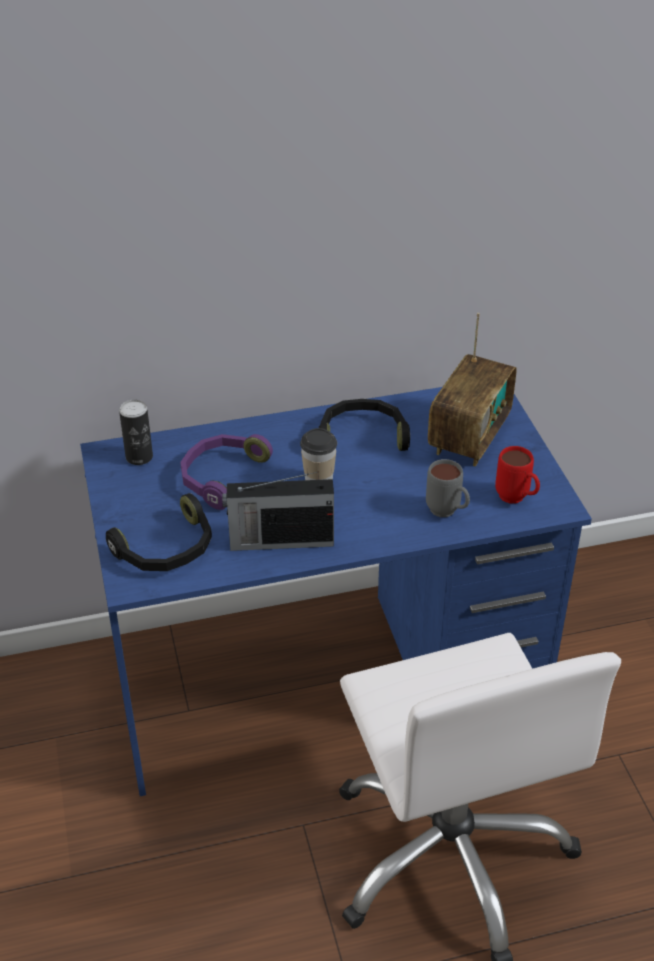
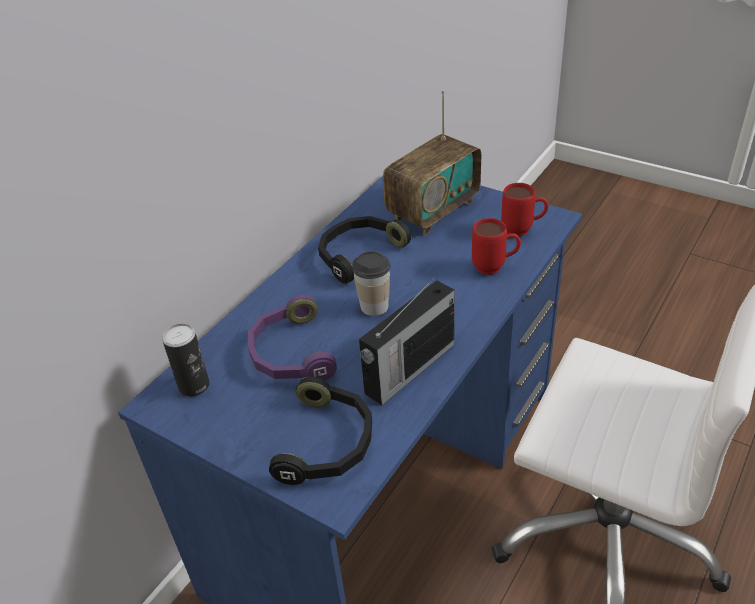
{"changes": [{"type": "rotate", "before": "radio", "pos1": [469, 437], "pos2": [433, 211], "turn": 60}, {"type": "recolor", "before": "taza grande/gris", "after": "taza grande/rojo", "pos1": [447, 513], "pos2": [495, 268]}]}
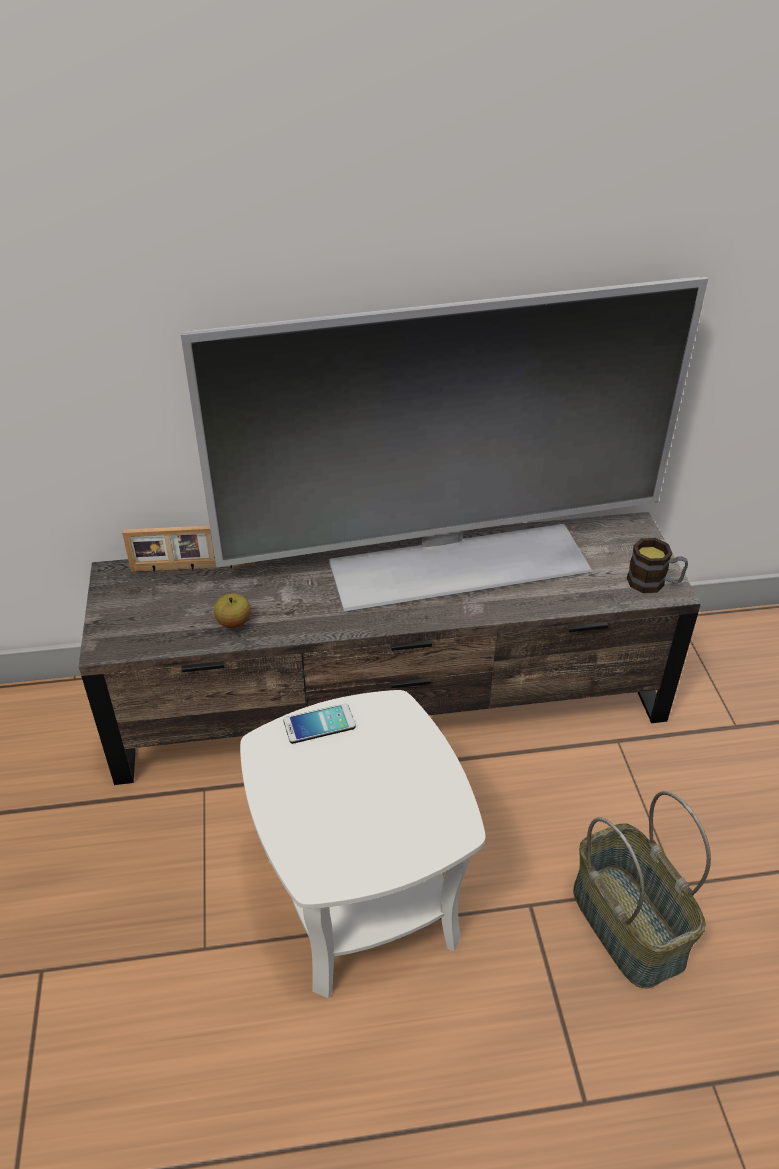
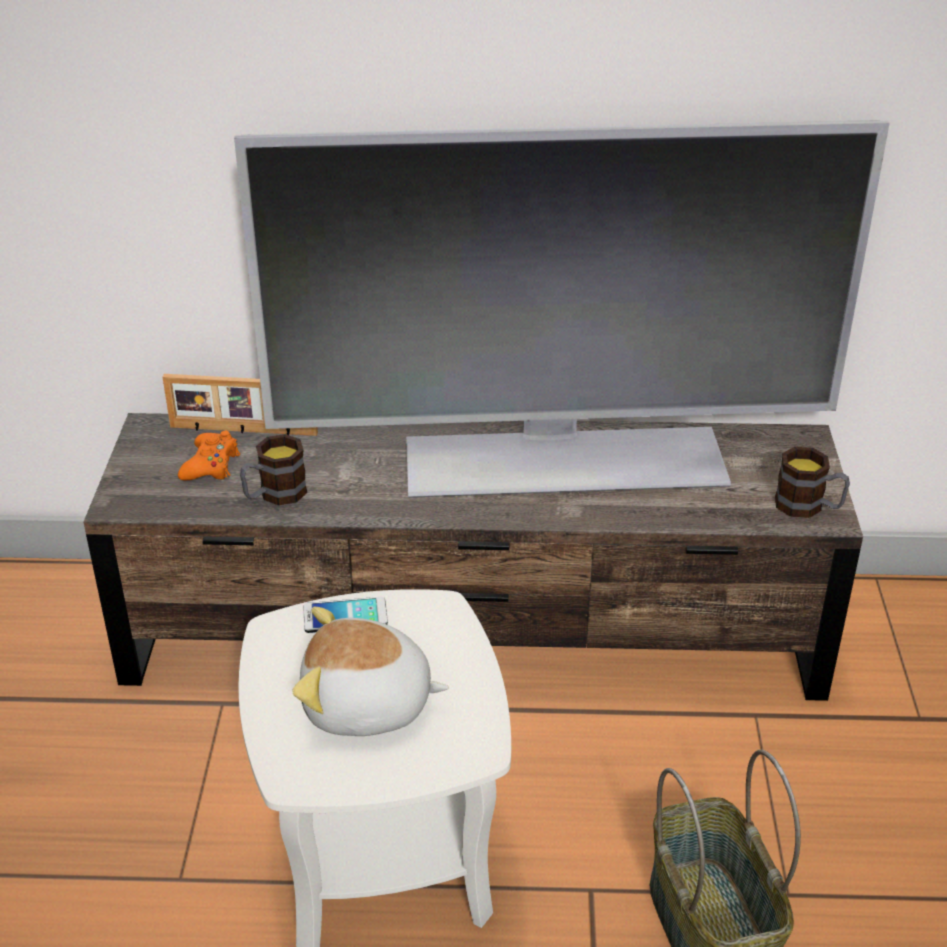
{"changes": [{"type": "insert", "after": "mando de consola/naranja", "pos2": [211, 465]}, {"type": "replace", "before": "manzana", "after": "taza grande", "pos1": [234, 622], "pos2": [274, 494]}, {"type": "insert", "after": "peluche", "pos2": [367, 706]}]}
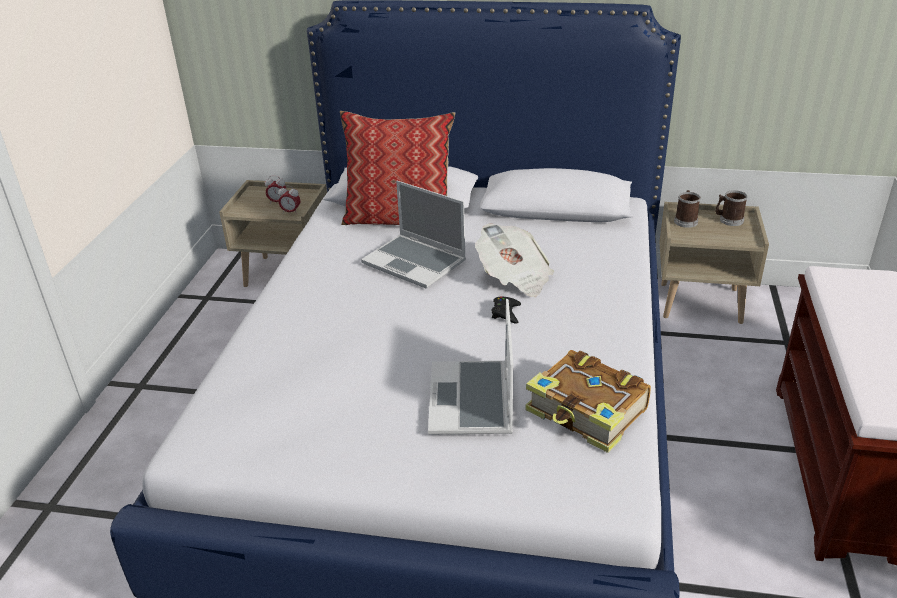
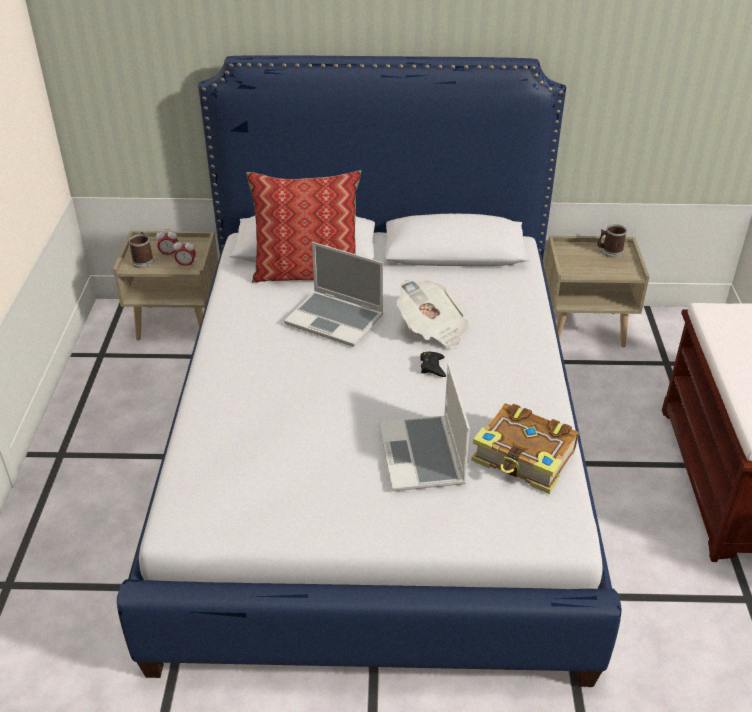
{"changes": [{"type": "move", "before": "taza grande", "pos1": [685, 220], "pos2": [143, 260]}]}
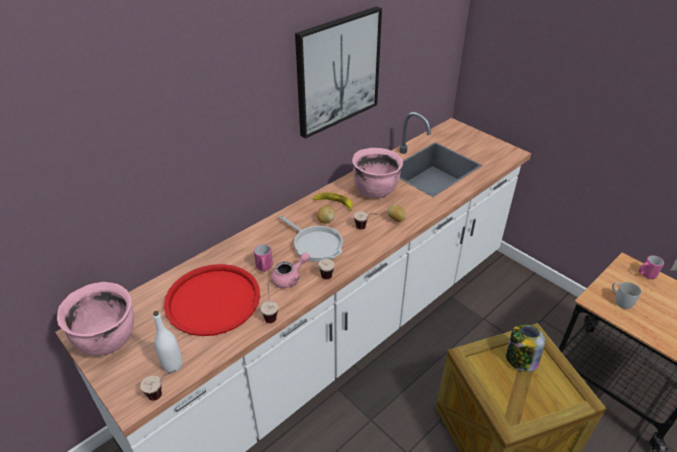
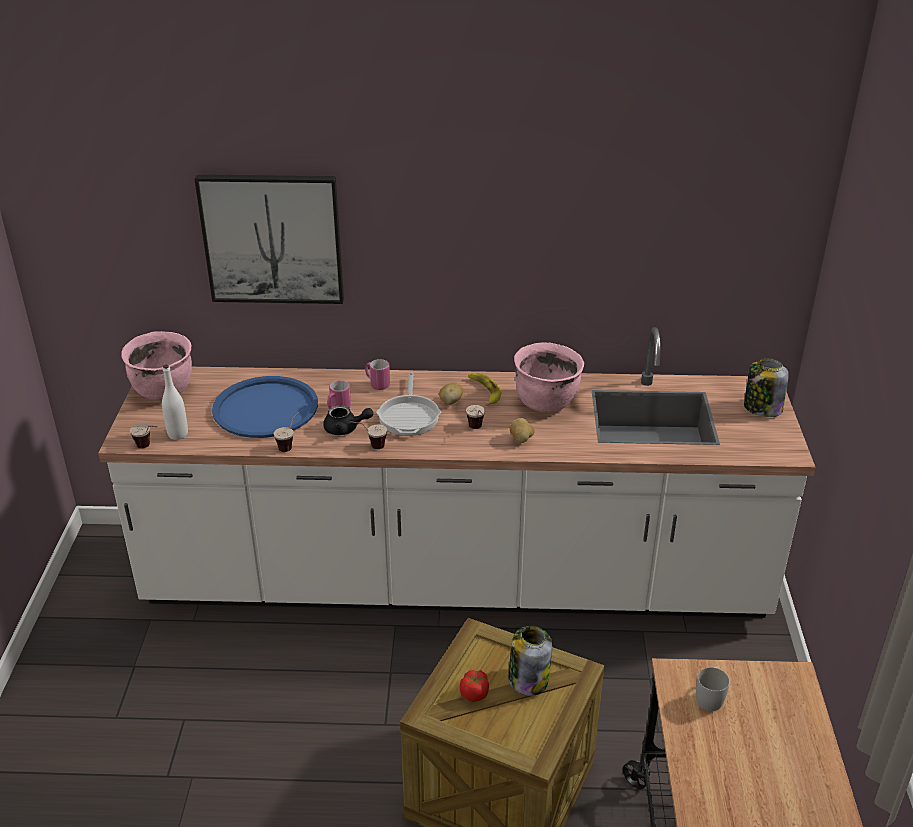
{"changes": [{"type": "move", "before": "cuadro", "pos1": [337, 71], "pos2": [272, 238]}, {"type": "recolor", "before": "bandeja/rojo", "after": "bandeja/azul", "pos1": [213, 300], "pos2": [265, 408]}, {"type": "recolor", "before": "tetera/rosa", "after": "tetera/negro", "pos1": [290, 278], "pos2": [346, 429]}, {"type": "move", "before": "taza grande/rosa", "pos1": [645, 274], "pos2": [377, 384]}, {"type": "insert", "after": "tomate", "pos2": [474, 693]}, {"type": "insert", "after": "tarro", "pos2": [762, 408]}]}
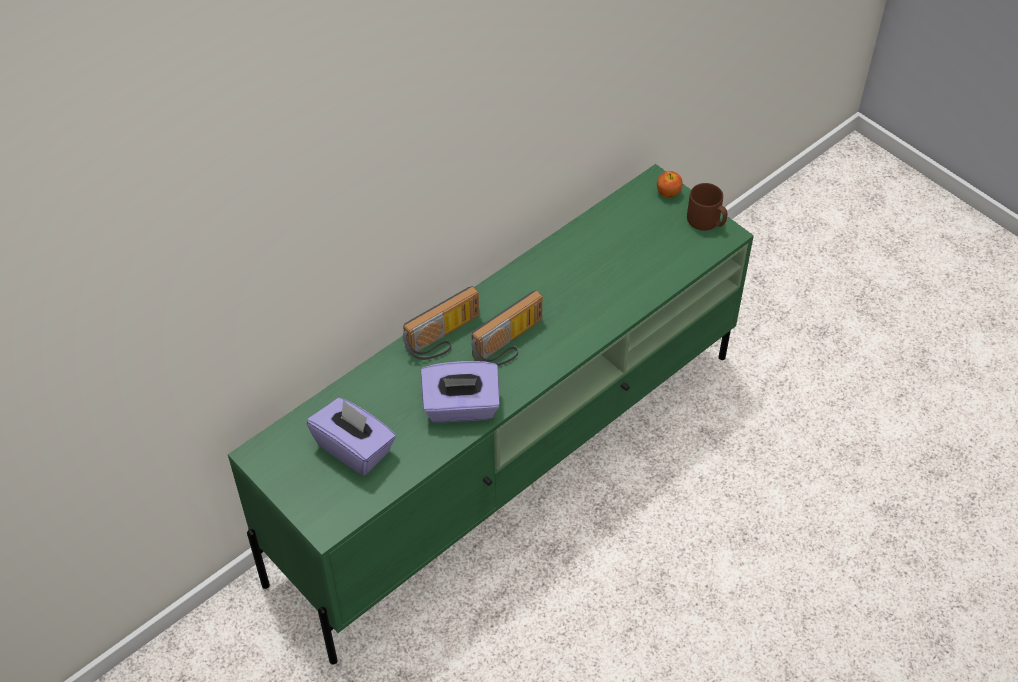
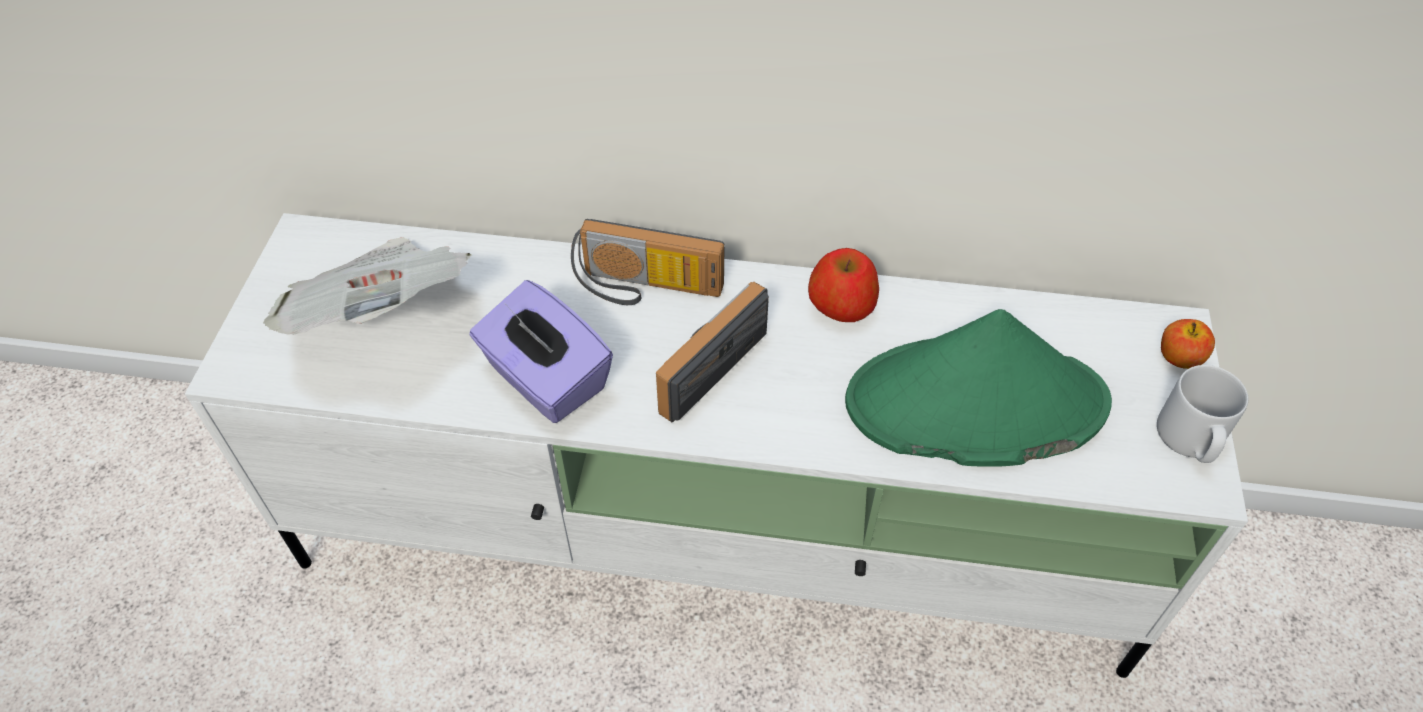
{"changes": [{"type": "recolor", "before": "mueble de televisión/verde", "after": "mueble de televisión/blanco", "pos1": [510, 463], "pos2": [717, 545]}, {"type": "replace", "before": "caja de pañuelos/morado", "after": "periódico", "pos1": [354, 448], "pos2": [383, 317]}, {"type": "rotate", "before": "radio", "pos1": [510, 344], "pos2": [705, 361], "turn": 120}, {"type": "insert", "after": "manzana", "pos2": [841, 305]}, {"type": "insert", "after": "sombrero/verde", "pos2": [974, 404]}, {"type": "recolor", "before": "taza grande/marrón", "after": "taza grande/gris", "pos1": [706, 221], "pos2": [1190, 440]}]}
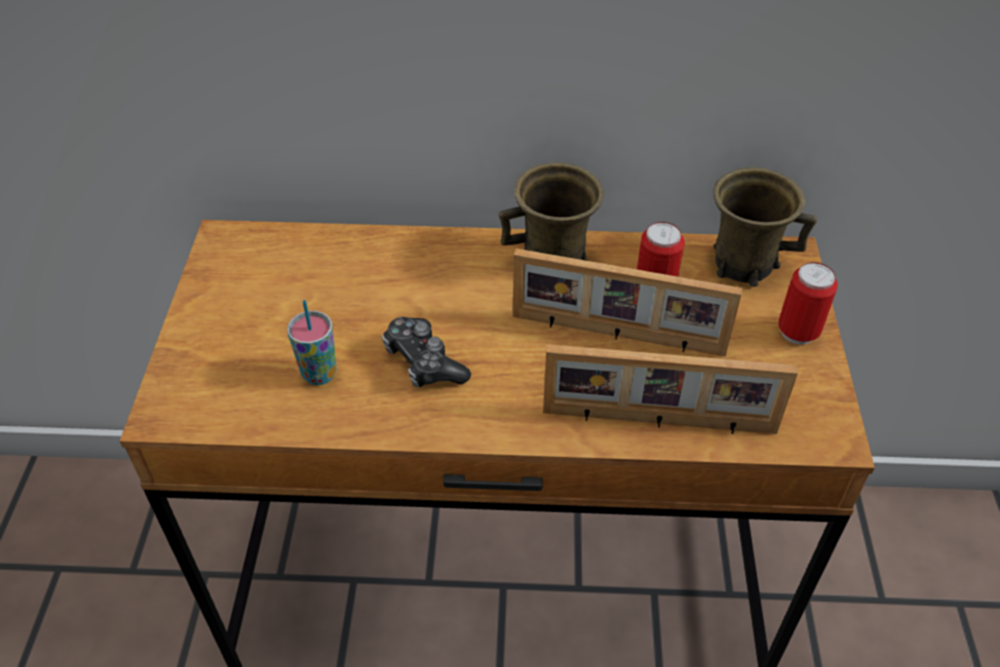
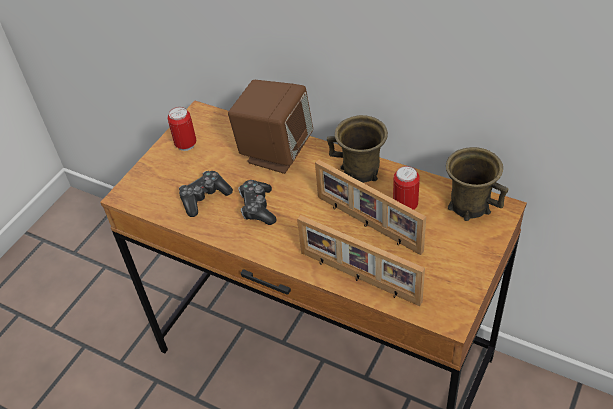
{"changes": [{"type": "move", "before": "lata", "pos1": [797, 332], "pos2": [186, 145]}, {"type": "replace", "before": "taza", "after": "mando de consola", "pos1": [319, 374], "pos2": [204, 198]}, {"type": "insert", "after": "altavoz/marrón", "pos2": [275, 152]}]}
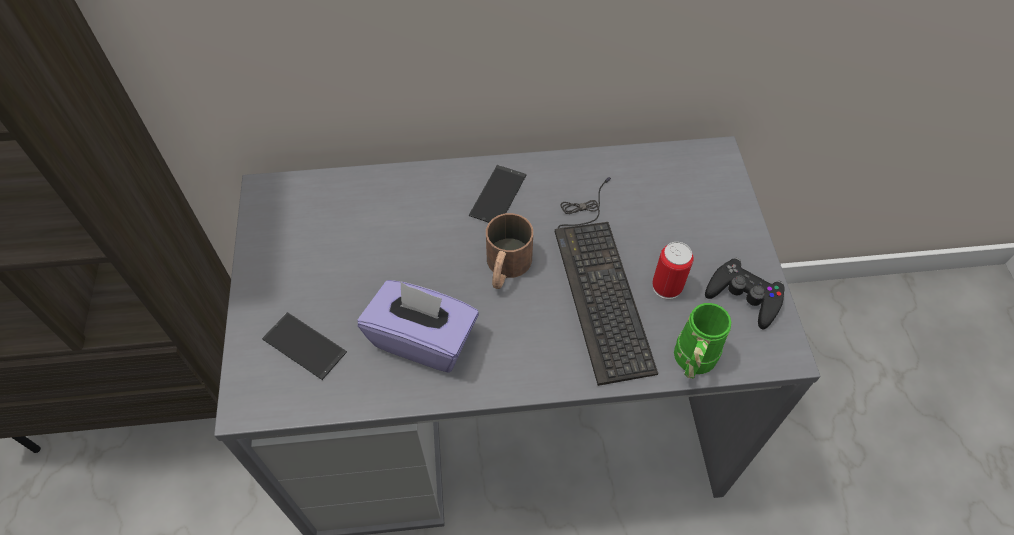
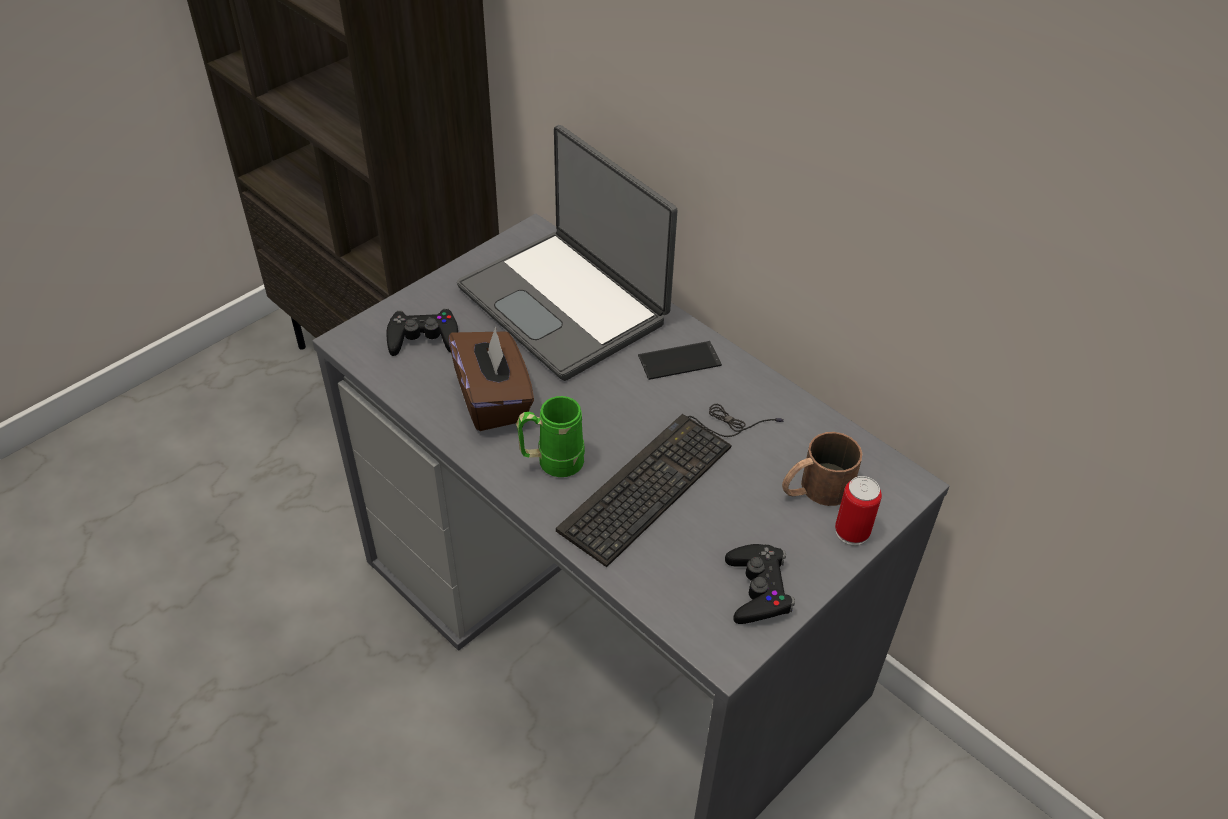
{"changes": [{"type": "replace", "before": "móvil", "after": "mando de consola/negro", "pos1": [304, 346], "pos2": [423, 338]}, {"type": "recolor", "before": "caja de pañuelos/morado", "after": "caja de pañuelos/marrón", "pos1": [423, 339], "pos2": [493, 399]}, {"type": "insert", "after": "portátil", "pos2": [565, 304]}, {"type": "move", "before": "taza grande/verde", "pos1": [691, 363], "pos2": [551, 463]}, {"type": "move", "before": "taza grande/marrón", "pos1": [505, 268], "pos2": [815, 489]}, {"type": "move", "before": "lata", "pos1": [667, 287], "pos2": [852, 532]}]}
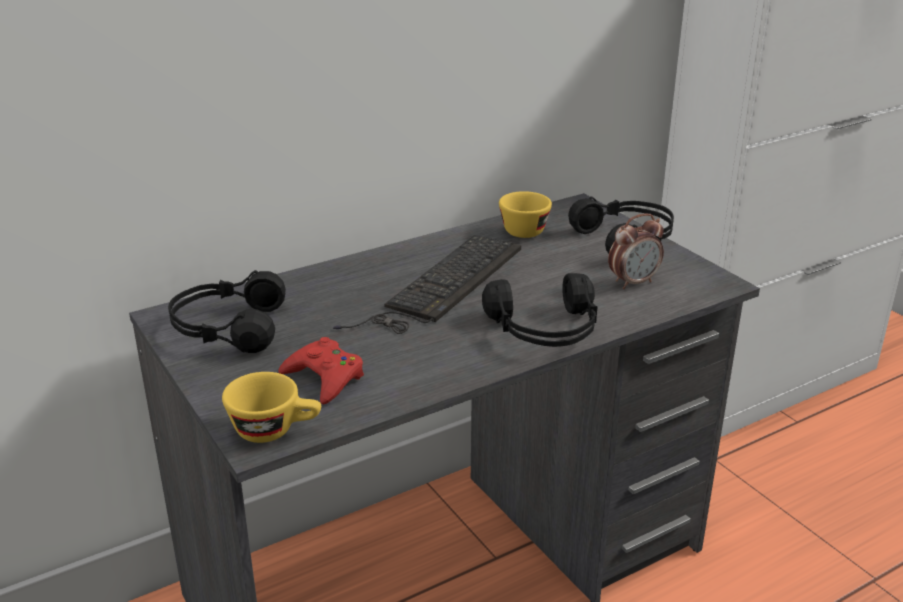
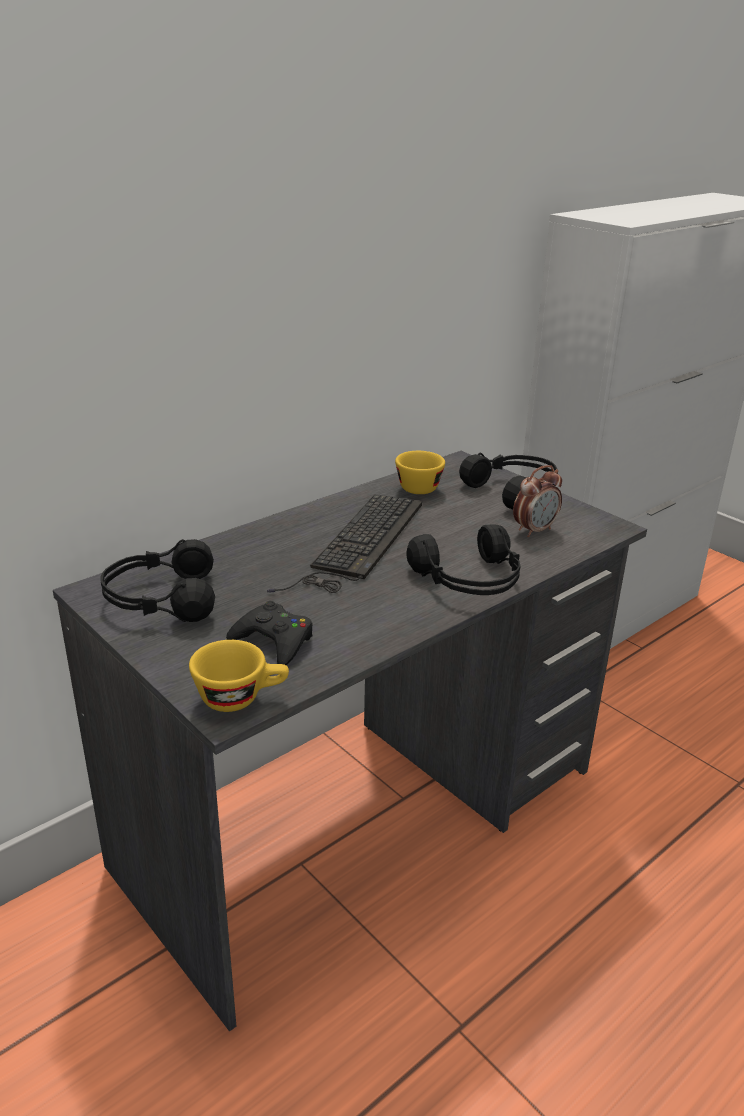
{"changes": [{"type": "recolor", "before": "mando de consola/rojo", "after": "mando de consola/negro", "pos1": [325, 378], "pos2": [274, 641]}]}
